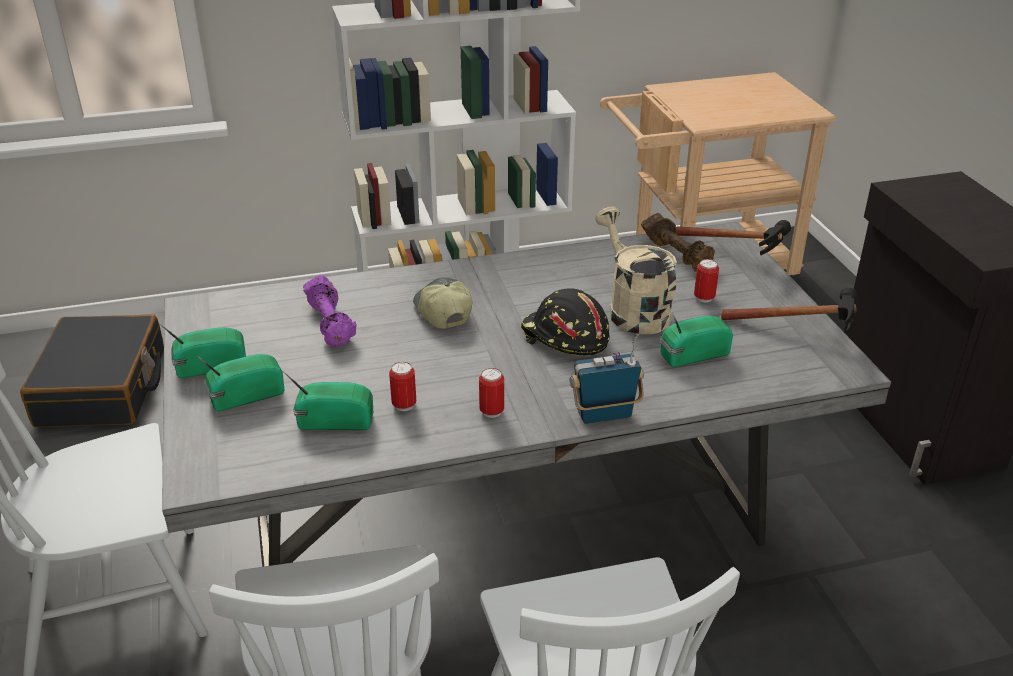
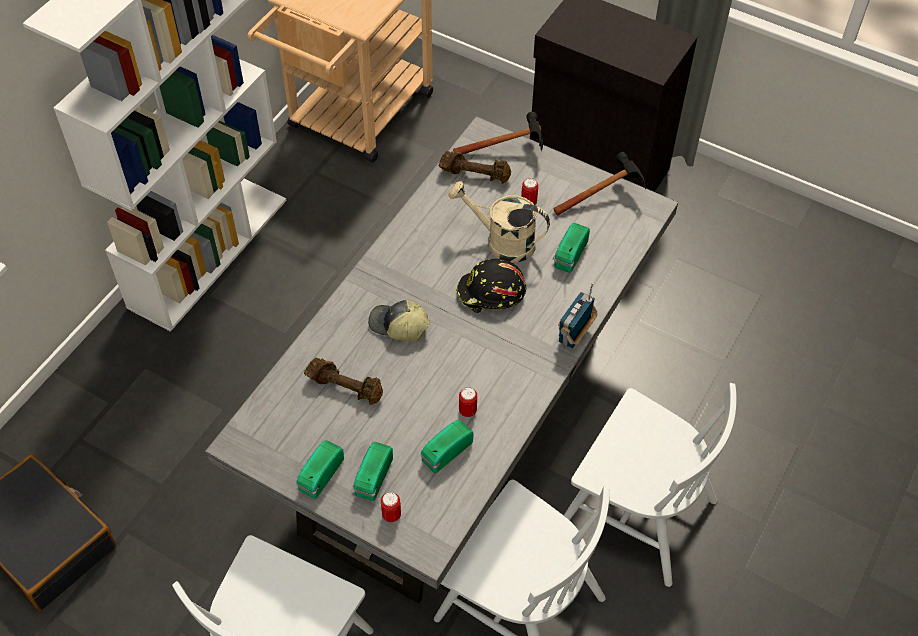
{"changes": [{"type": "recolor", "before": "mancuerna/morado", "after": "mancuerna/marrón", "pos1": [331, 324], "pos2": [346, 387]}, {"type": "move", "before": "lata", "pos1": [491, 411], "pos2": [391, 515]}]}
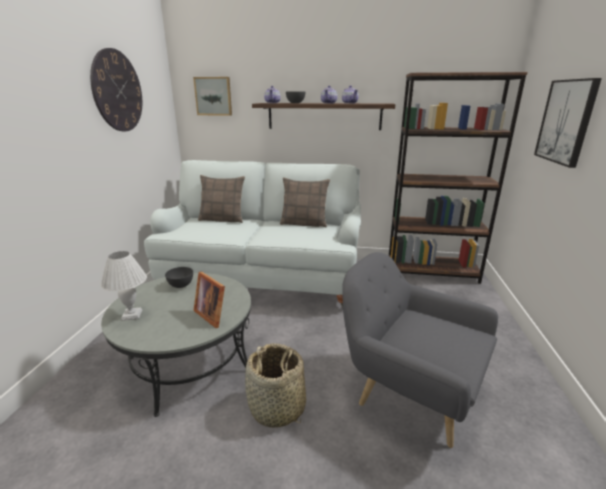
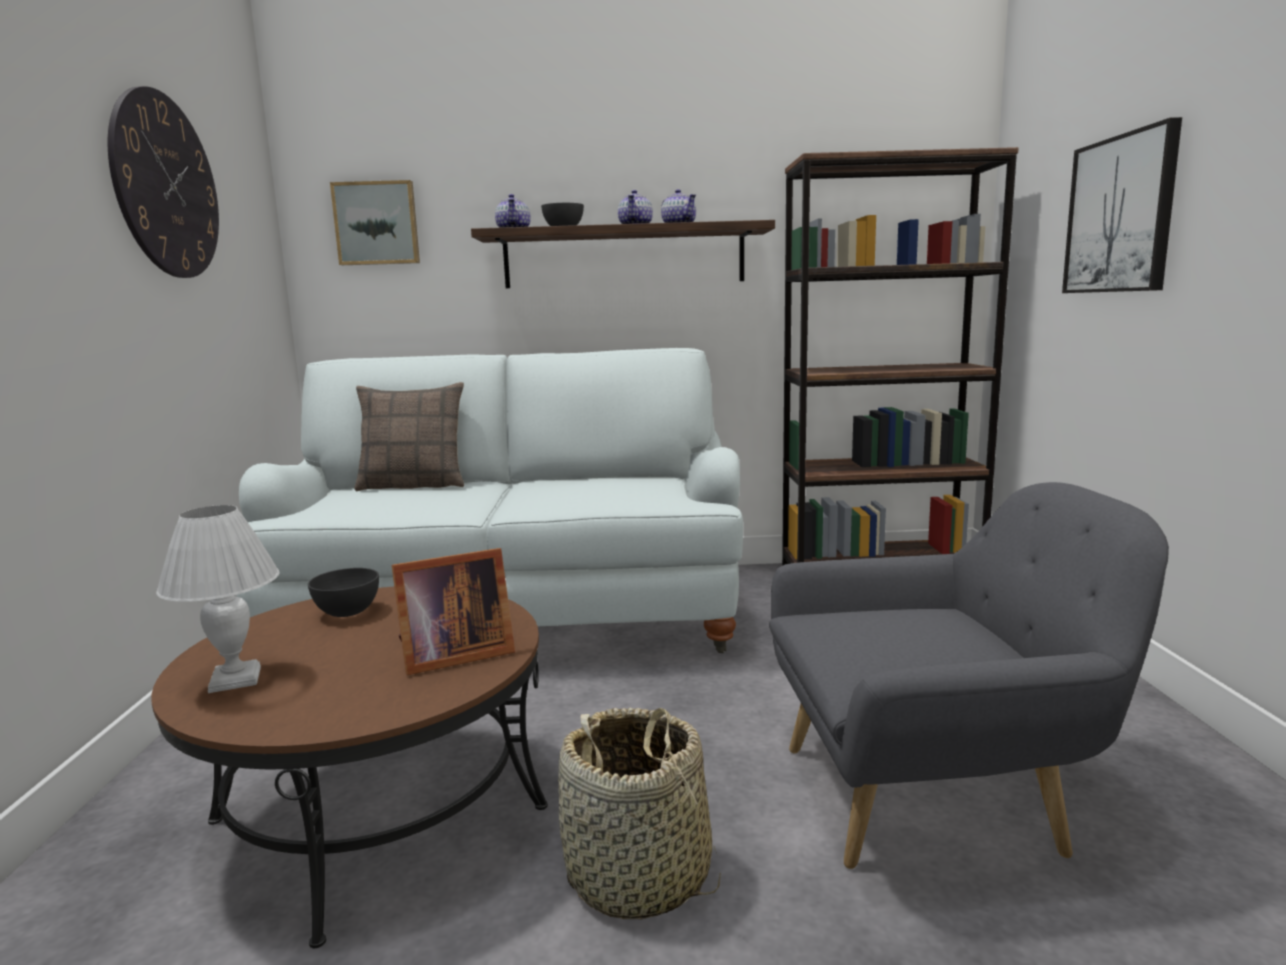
{"changes": [{"type": "recolor", "before": "mesa de centro/gris", "after": "mesa de centro/marrón", "pos1": [189, 363], "pos2": [379, 813]}, {"type": "rotate", "before": "portarretratos", "pos1": [212, 314], "pos2": [452, 656], "turn": -60}, {"type": "rotate", "before": "sillón/gris", "pos1": [409, 391], "pos2": [933, 794], "turn": 150}, {"type": "delete", "before": "cojín", "pos1": [304, 223]}]}
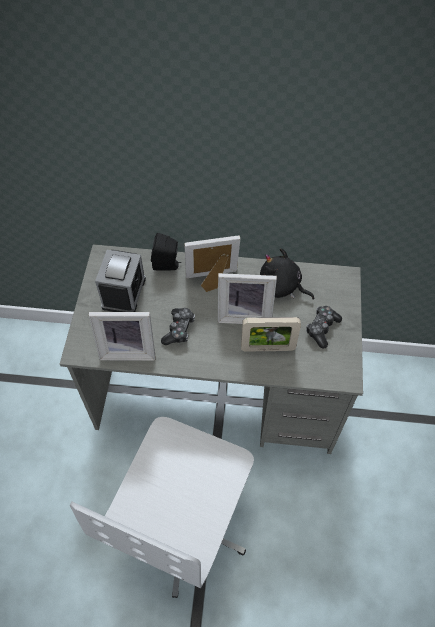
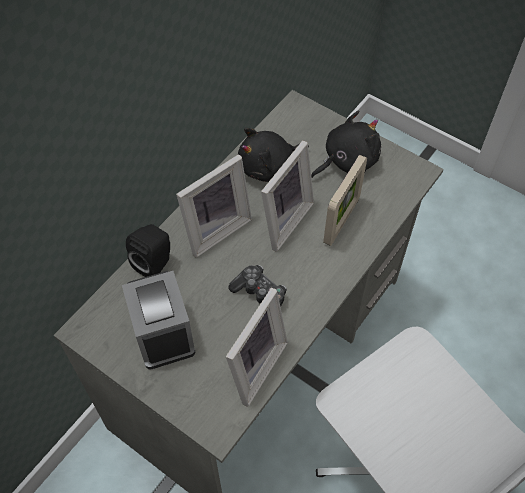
{"changes": [{"type": "rotate", "before": "despertador", "pos1": [124, 293], "pos2": [162, 332], "turn": -150}, {"type": "rotate", "before": "portarretratos", "pos1": [212, 281], "pos2": [214, 228], "turn": -150}, {"type": "replace", "before": "mando de consola", "after": "peluche/negro", "pos1": [322, 328], "pos2": [347, 161]}]}
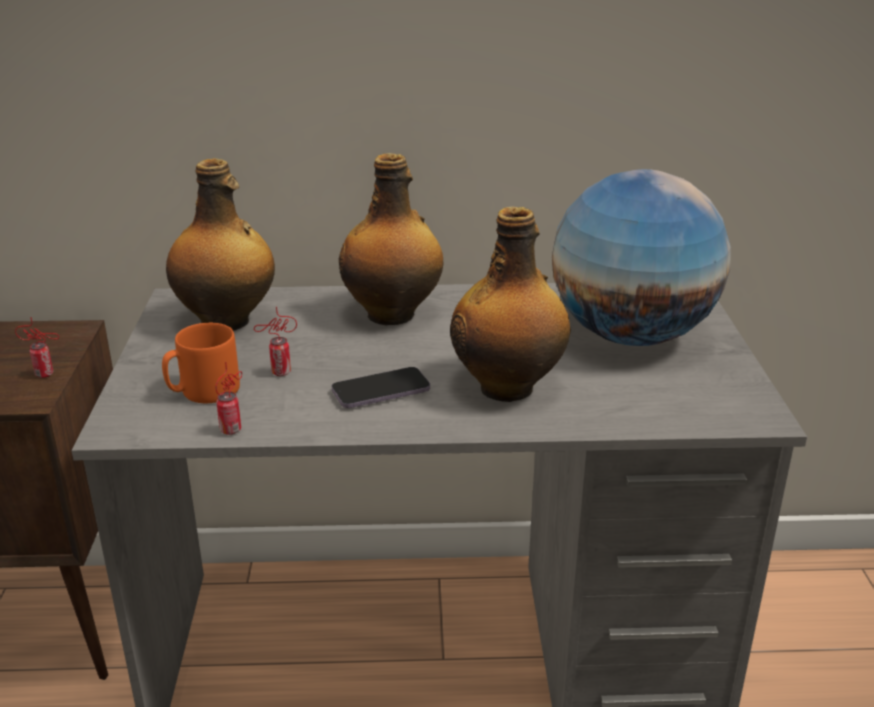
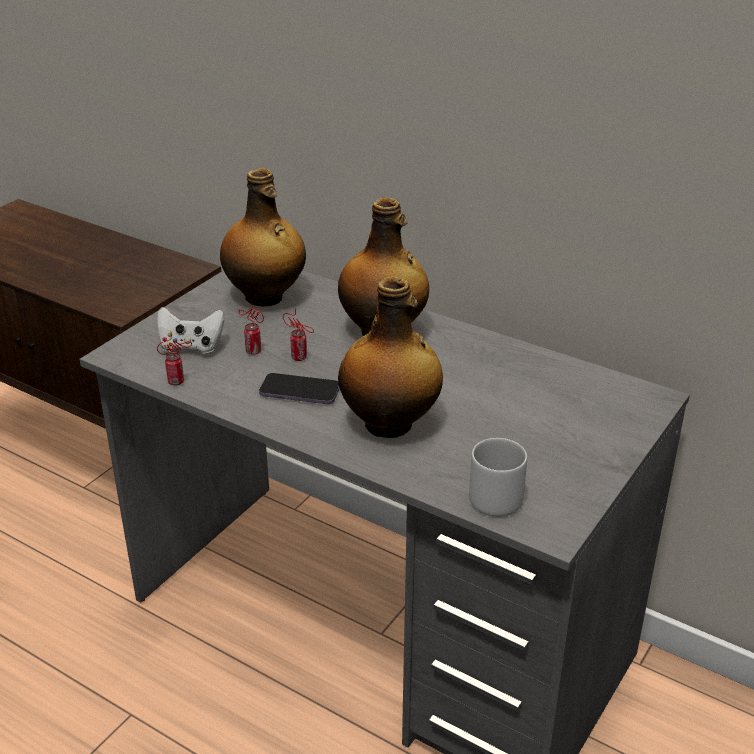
{"changes": [{"type": "replace", "before": "taza grande/naranja", "after": "mando de consola/blanco", "pos1": [203, 392], "pos2": [191, 347]}, {"type": "move", "before": "lata", "pos1": [47, 374], "pos2": [301, 358]}, {"type": "insert", "after": "taza grande/gris", "pos2": [493, 495]}, {"type": "delete", "before": "globo terráqueo", "pos1": [630, 335]}]}
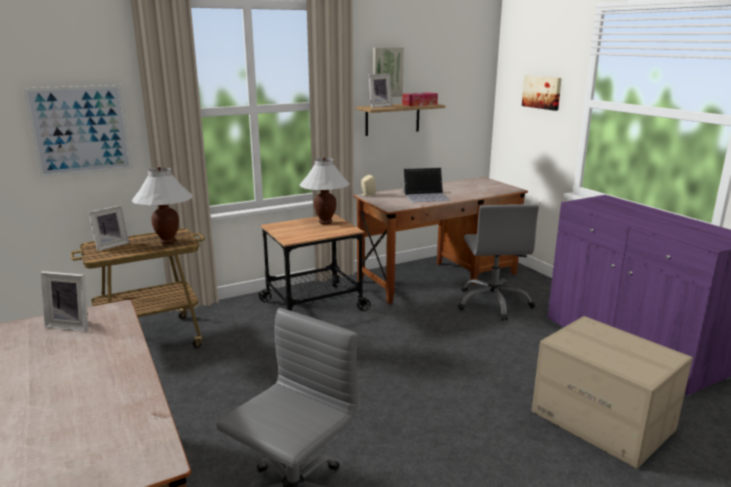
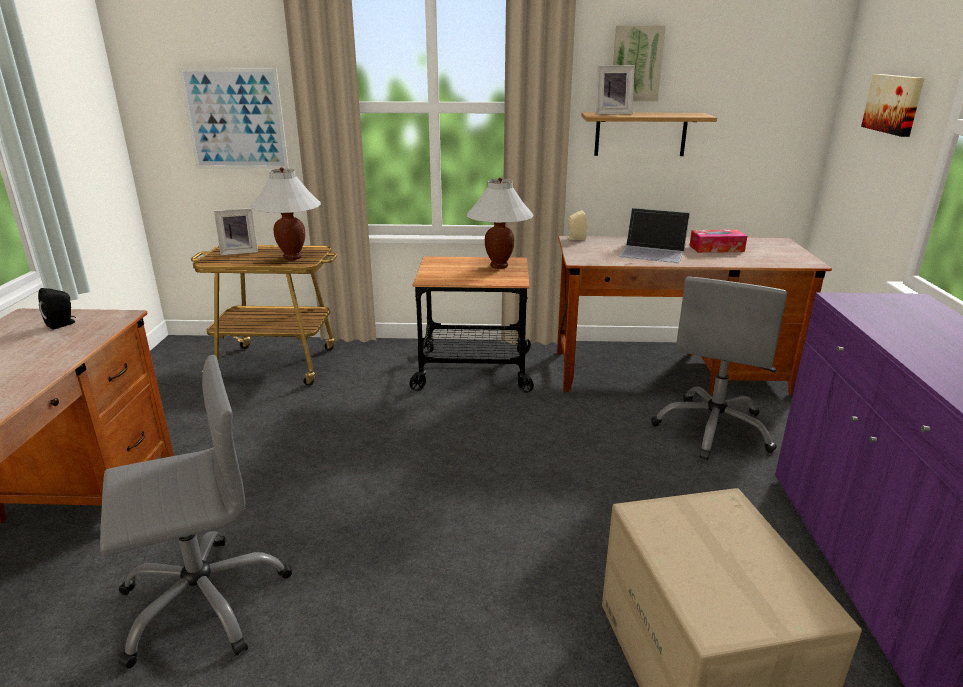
{"changes": [{"type": "replace", "before": "portarretratos", "after": "altavoz/negro", "pos1": [72, 325], "pos2": [62, 324]}, {"type": "move", "before": "caja de pañuelos", "pos1": [419, 104], "pos2": [716, 248]}]}
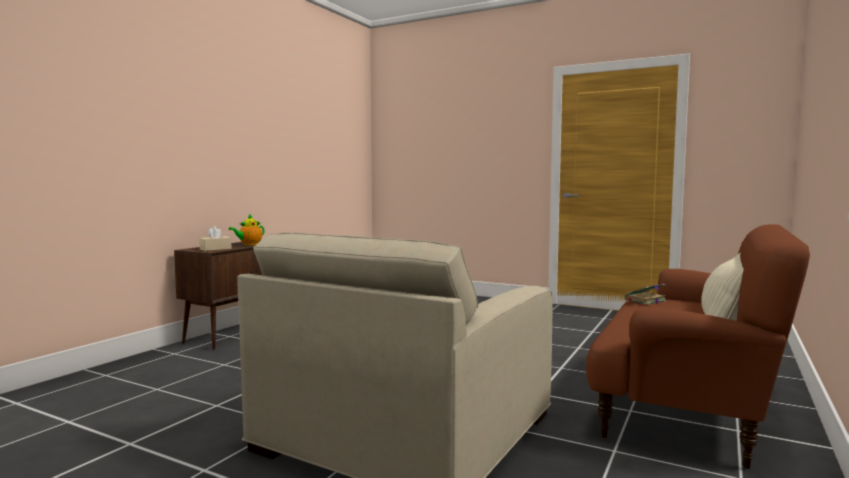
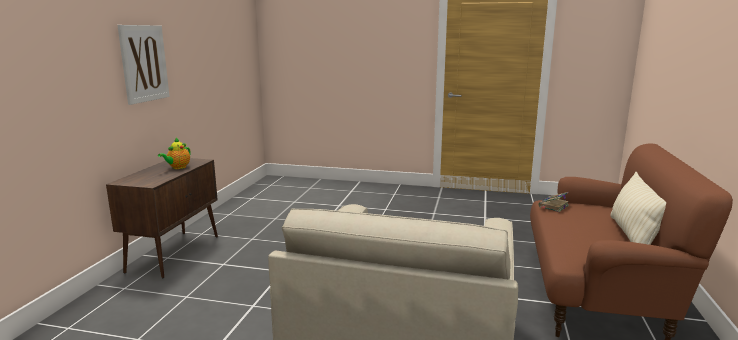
{"changes": [{"type": "insert", "after": "cuadro", "pos2": [144, 63]}, {"type": "delete", "before": "caja de pañuelos/beis", "pos1": [215, 249]}]}
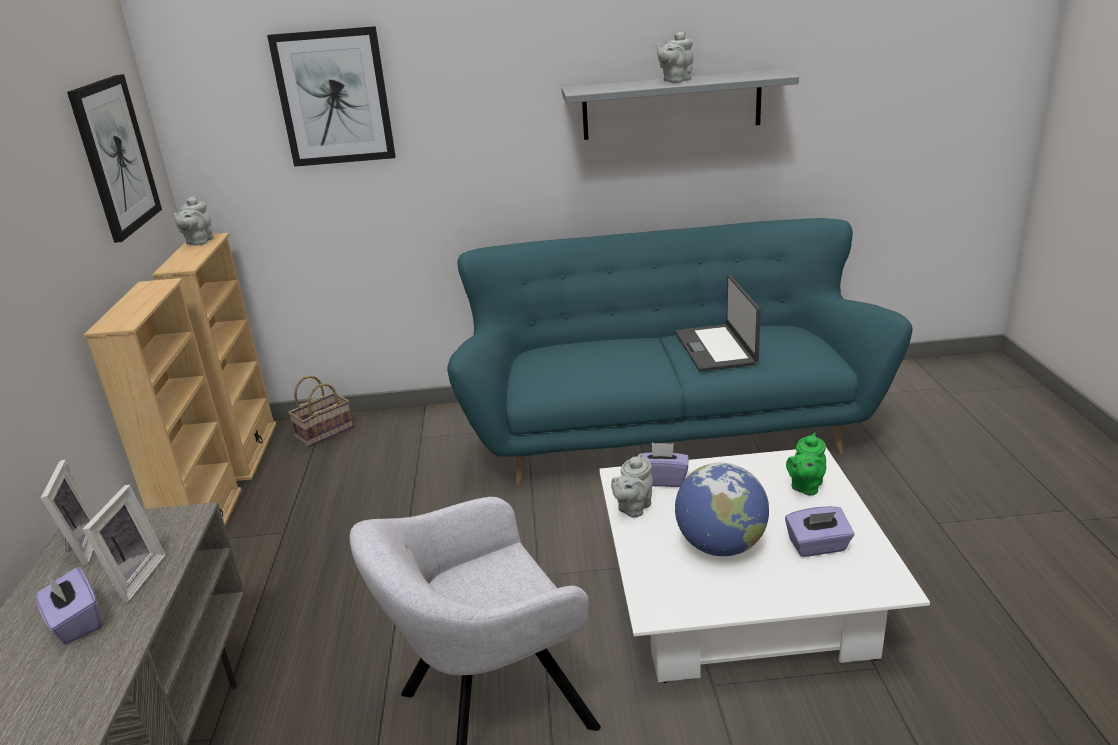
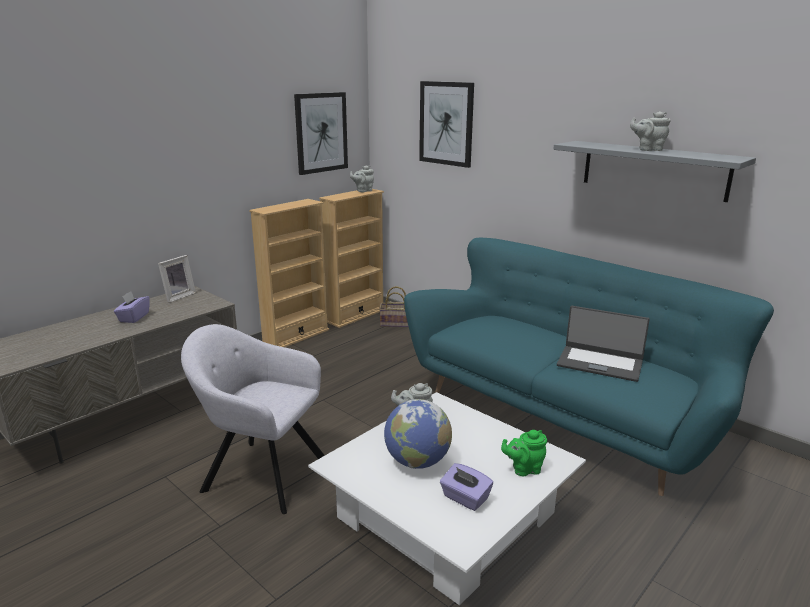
{"changes": [{"type": "rotate", "before": "portátil", "pos1": [716, 348], "pos2": [600, 363], "turn": -105}, {"type": "delete", "before": "portarretratos", "pos1": [132, 578]}, {"type": "delete", "before": "caja de pañuelos/morado", "pos1": [662, 479]}]}
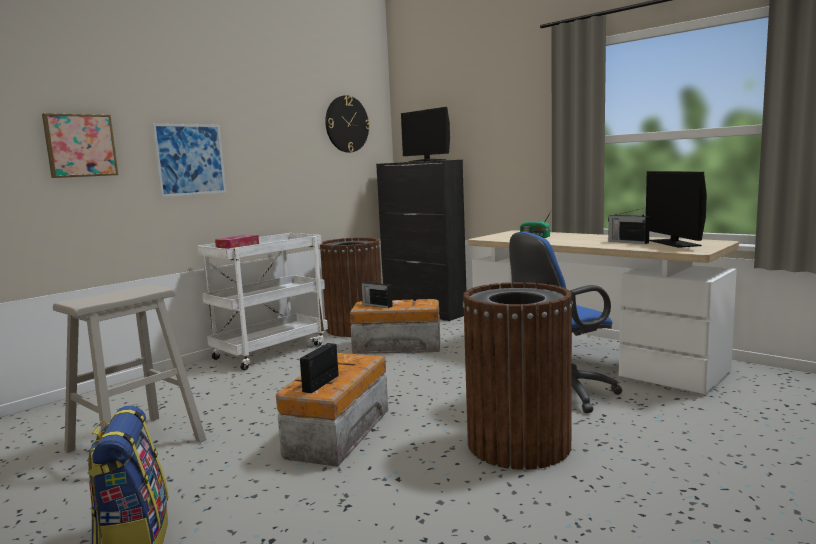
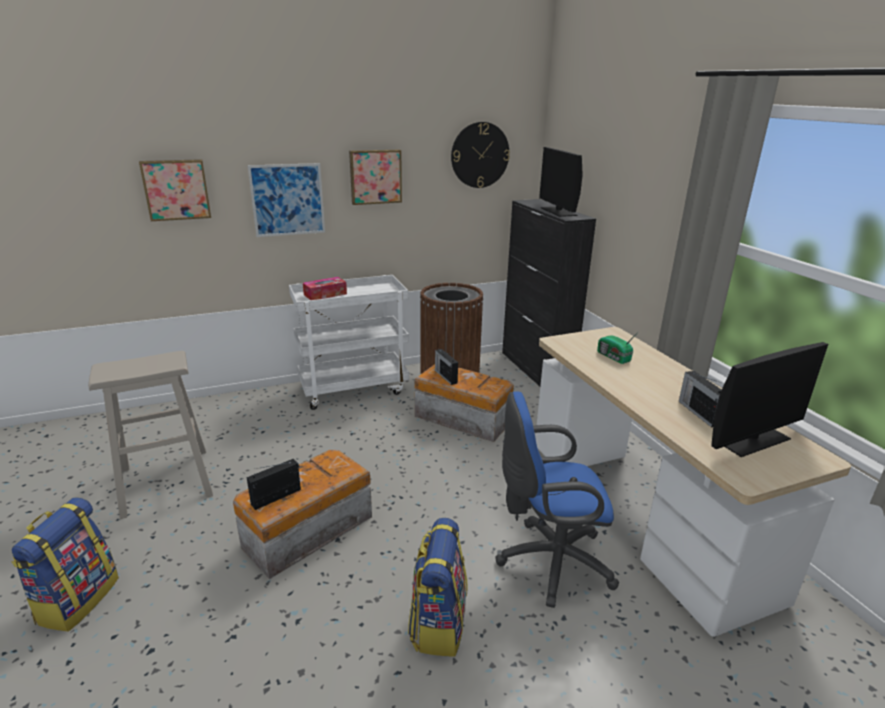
{"changes": [{"type": "insert", "after": "cuadro", "pos2": [375, 176]}, {"type": "replace", "before": "papelera/marrón", "after": "mochila", "pos1": [518, 444], "pos2": [438, 623]}, {"type": "rotate", "before": "monitor", "pos1": [674, 243], "pos2": [751, 439], "turn": -135}]}
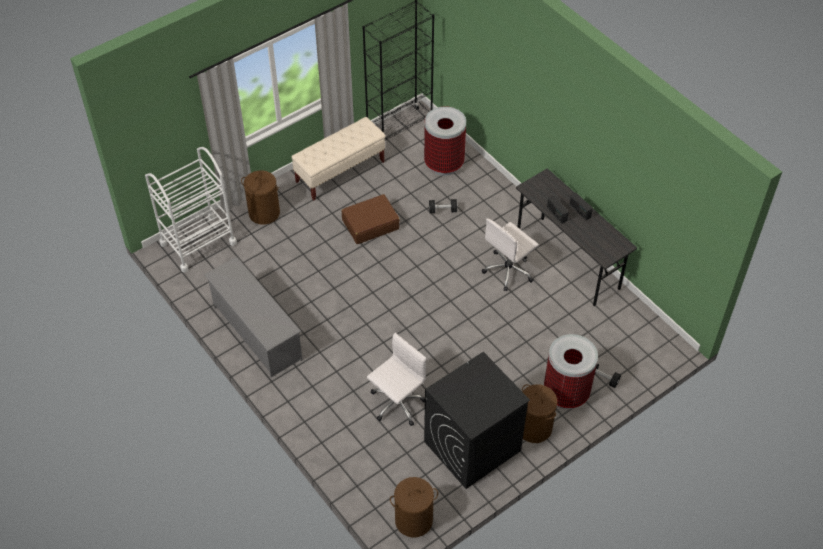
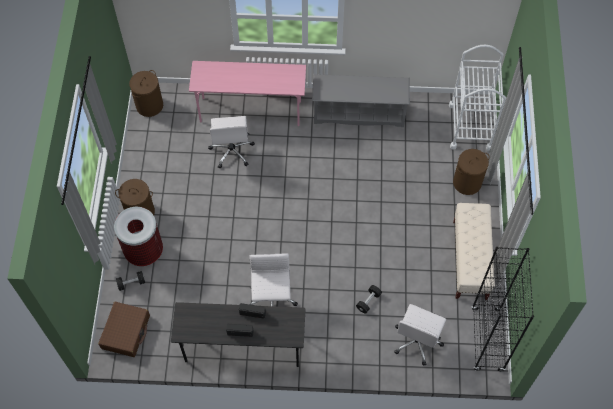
{"changes": [{"type": "move", "before": "maleta/marrón", "pos1": [370, 224], "pos2": [126, 332]}, {"type": "insert", "after": "escritorio/rosa", "pos2": [251, 111]}, {"type": "replace", "before": "papelera", "after": "silla de oficina/blanco", "pos1": [444, 164], "pos2": [417, 341]}, {"type": "delete", "before": "lavadora/negro", "pos1": [472, 446]}]}
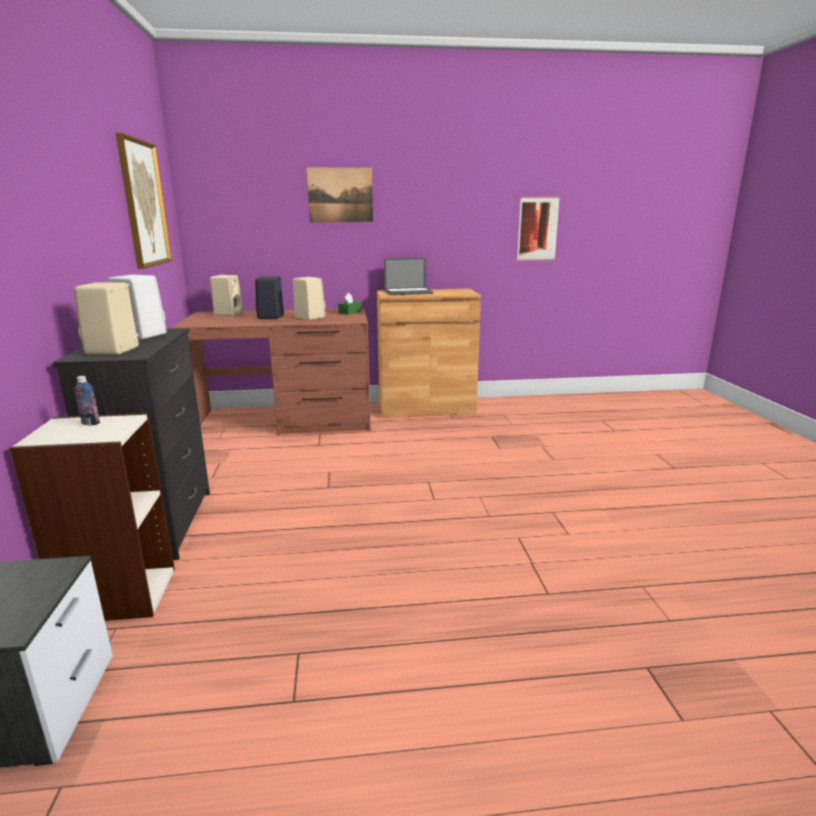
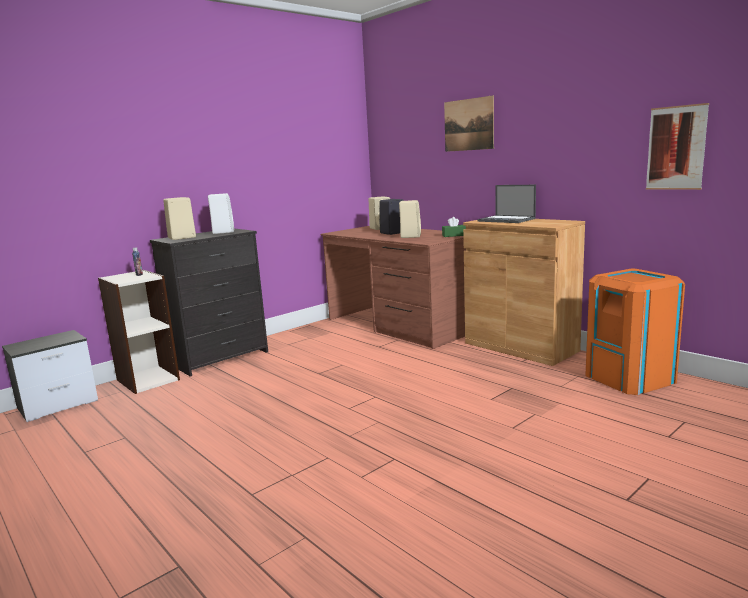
{"changes": [{"type": "insert", "after": "papelera/naranja", "pos2": [630, 377]}, {"type": "delete", "before": "cuadro", "pos1": [143, 204]}]}
